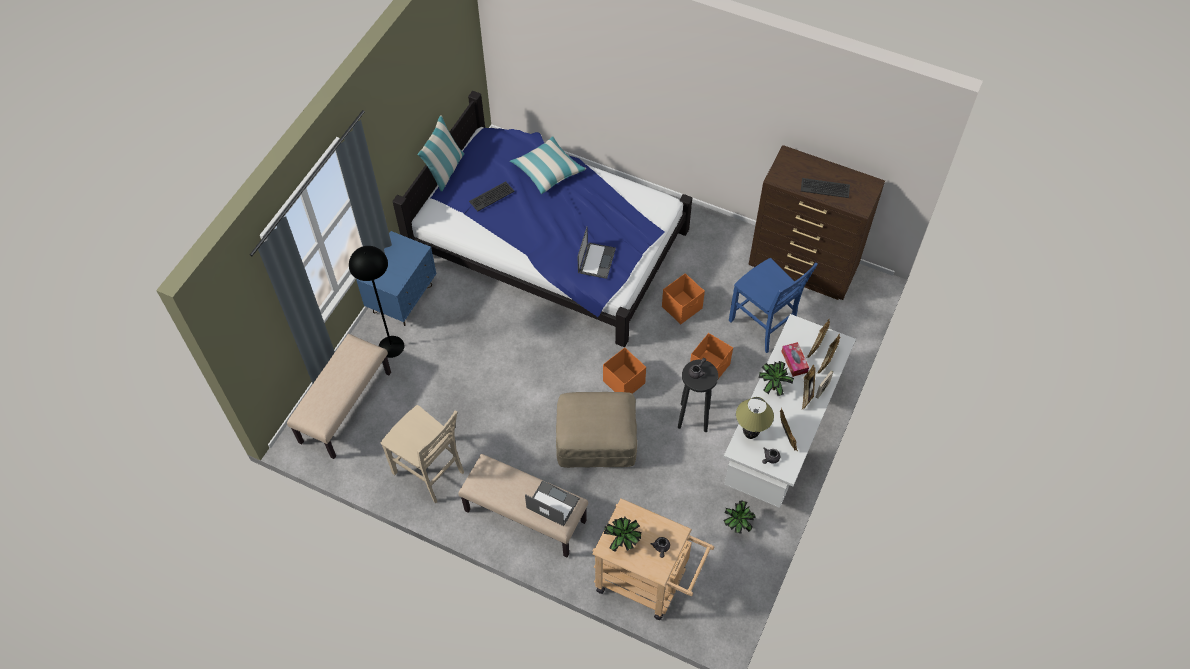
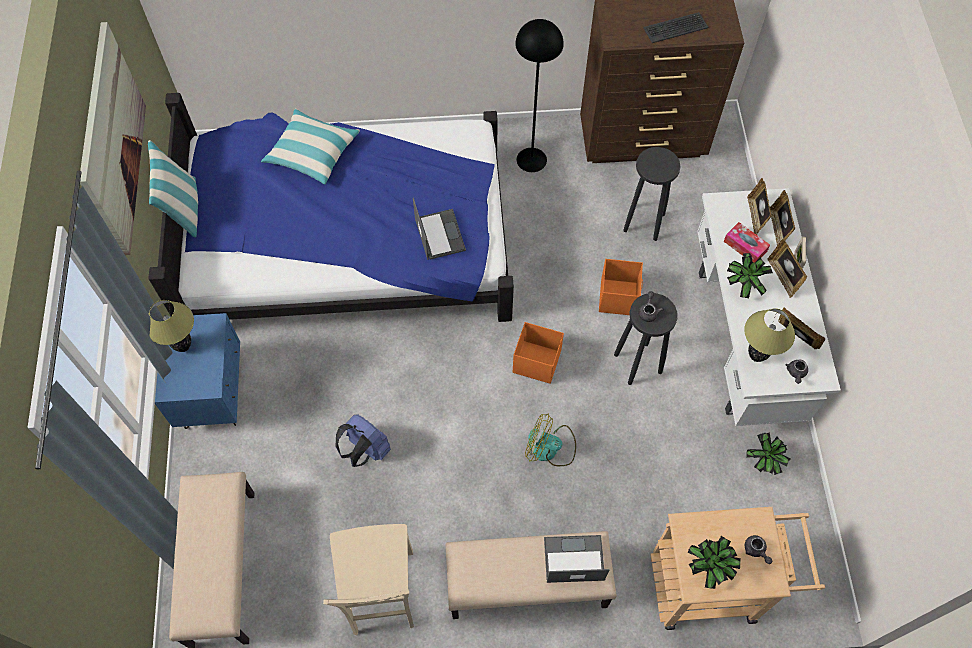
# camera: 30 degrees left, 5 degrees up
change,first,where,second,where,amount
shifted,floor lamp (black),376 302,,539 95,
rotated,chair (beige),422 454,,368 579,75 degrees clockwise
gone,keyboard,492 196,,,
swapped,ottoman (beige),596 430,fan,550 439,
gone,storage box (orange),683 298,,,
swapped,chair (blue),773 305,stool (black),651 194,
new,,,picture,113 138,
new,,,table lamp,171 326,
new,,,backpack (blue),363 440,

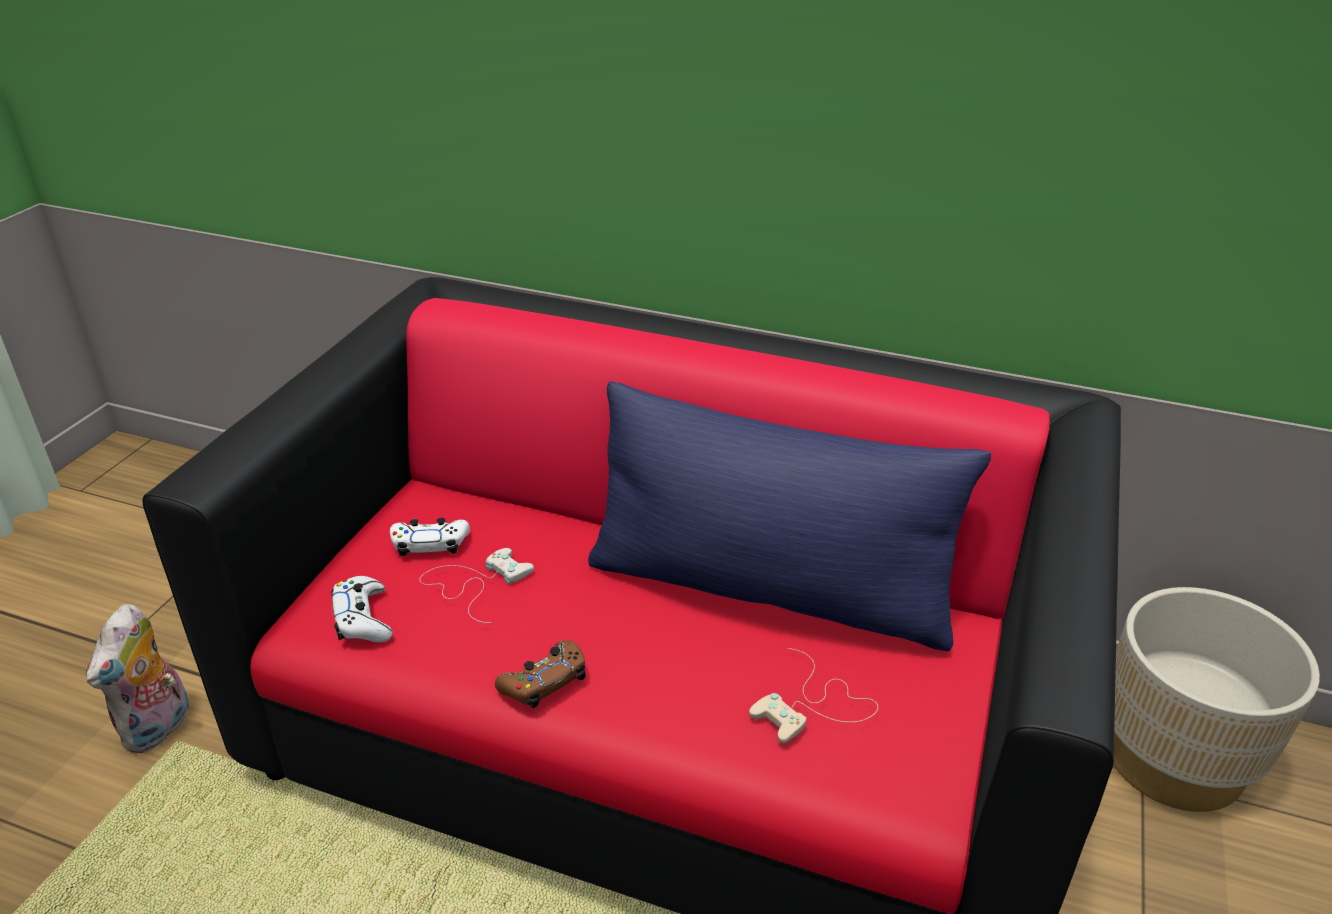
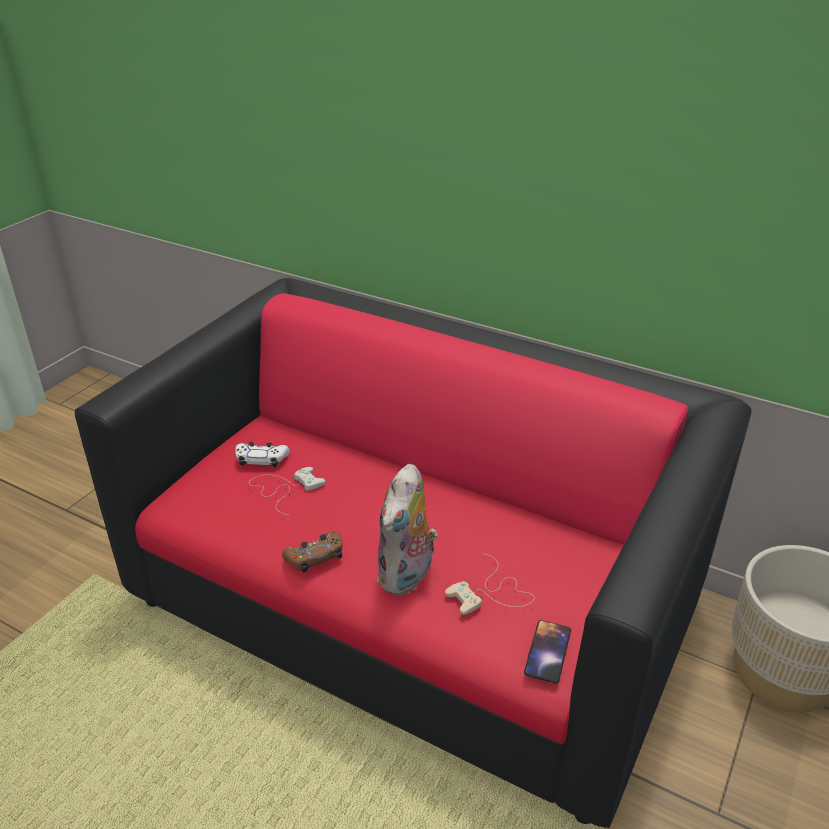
# camera: 10 degrees right, 0 degrees up
change,first,where,second,where,amount
shifted,plush toy,138 678,,407 530,
gone,game controller (white),362 609,,,
gone,pillow (blue),789 516,,,
new,,,phone,547 652,

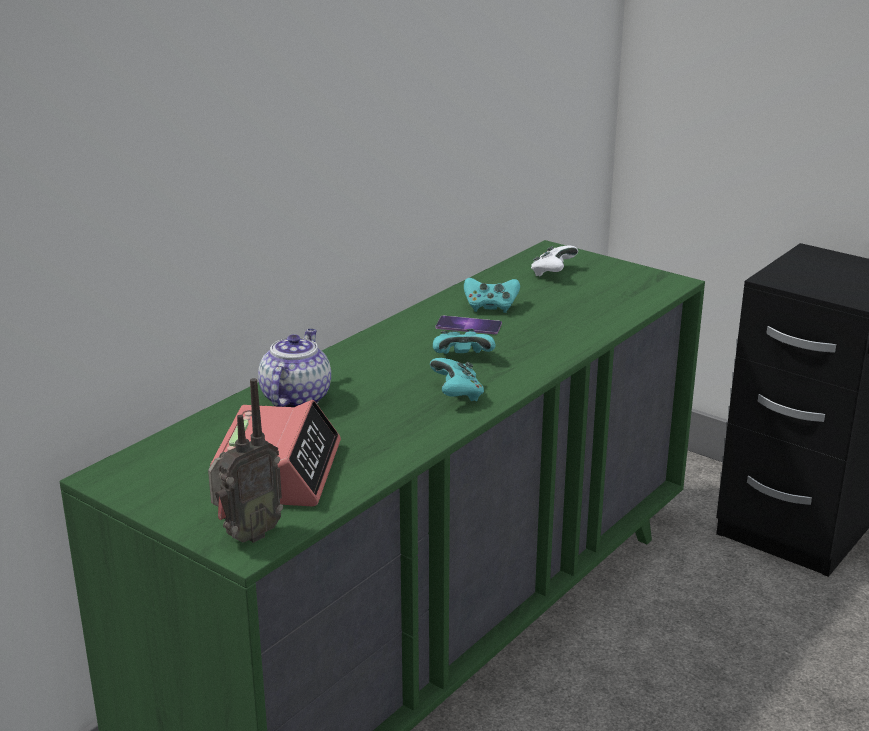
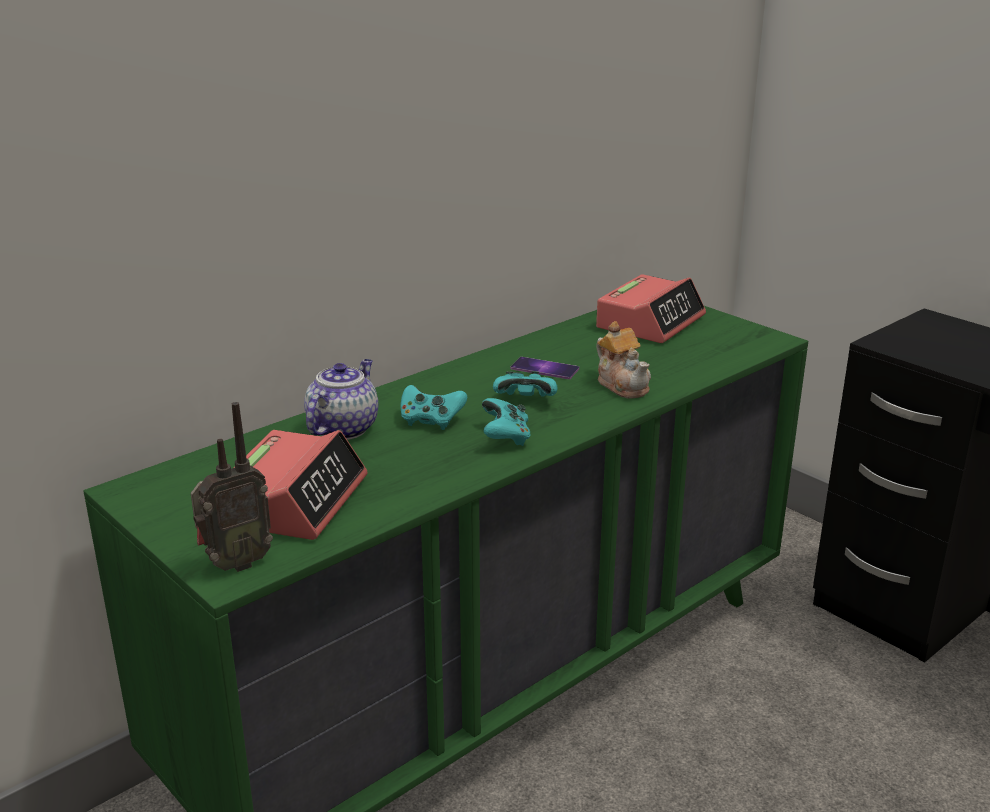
# camera: 10 degrees right, 0 degrees up
change,first,where,second,where,amount
shifted,game controller (turquoise),492 295,,434 407,
swapped,game controller (white),554 261,alarm clock,651 308,
new,,,teapot,623 360,

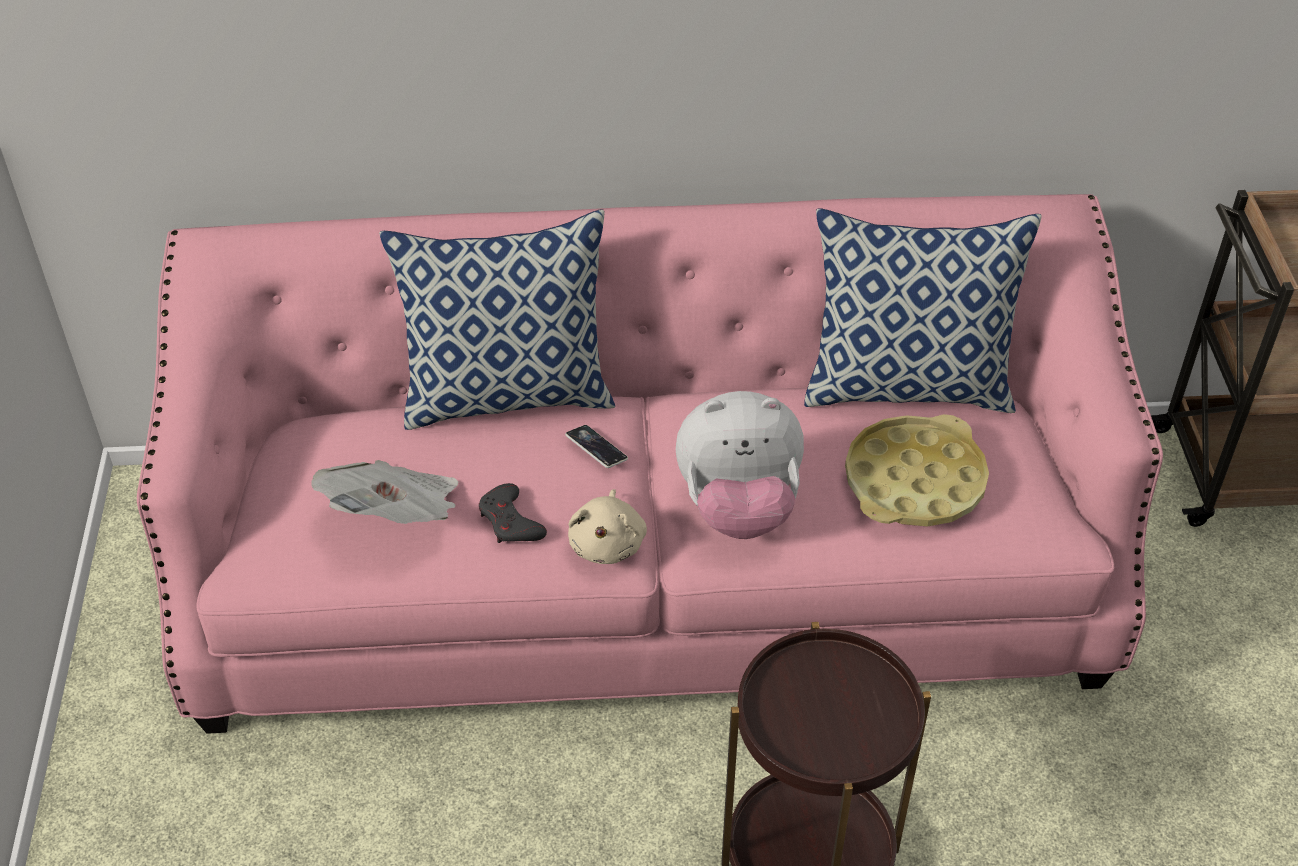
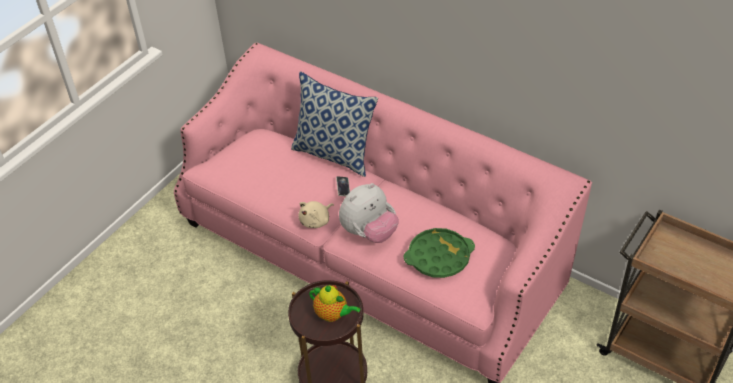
# camera: 40 degrees right, 0 degrees up
change,first,where,second,where,amount
gone,newspaper,385 492,,,
gone,game controller (grey),513 513,,,
rotated,plush toy,740 465,,369 213,75 degrees counterclockwise
gone,pillow,923 310,,,
repainted,tray (yellow),917 470,tray (green),439 253,
new,,,teapot,334 303,

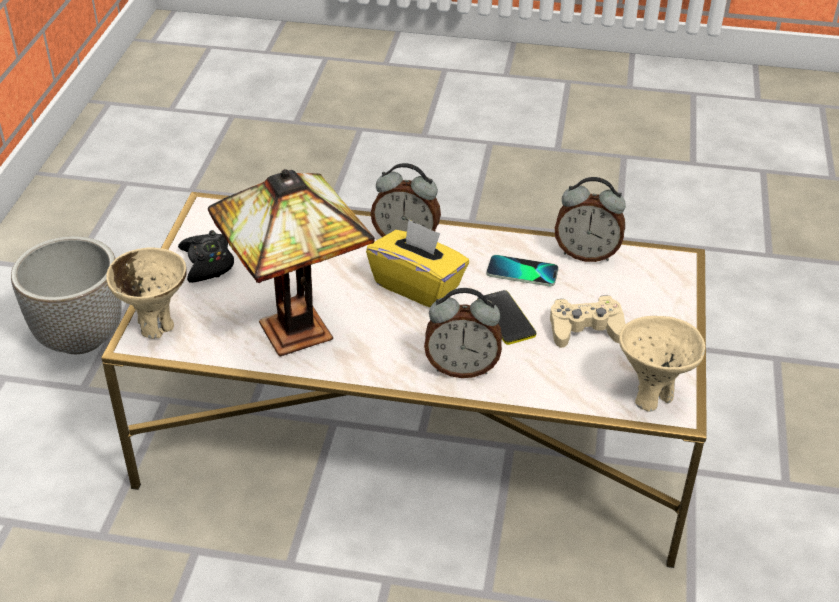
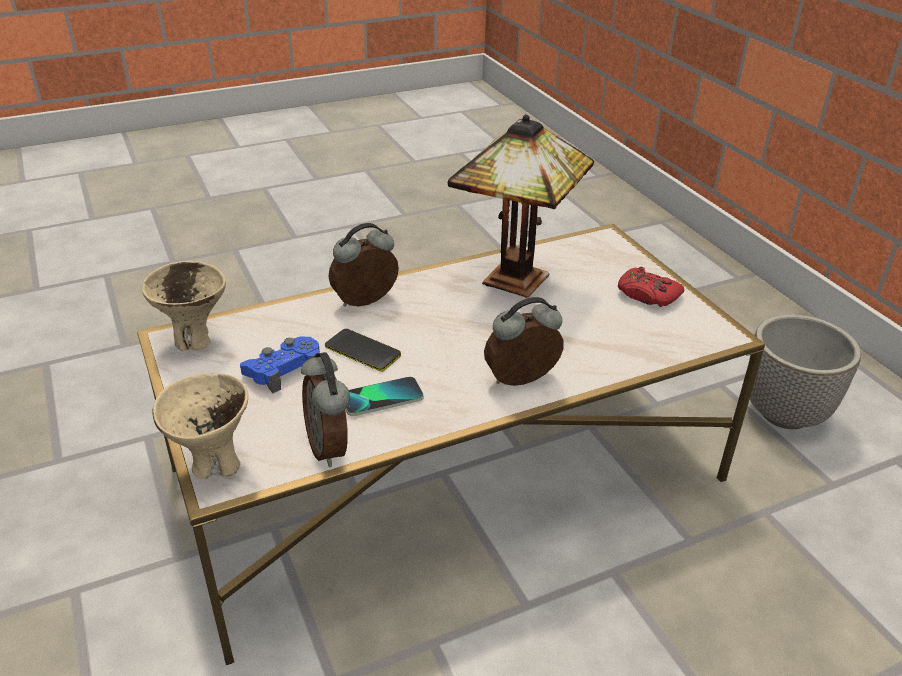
# camera: 145 degrees right, 5 degrees down
change,first,where,second,where,amount
shifted,bowl (beige),146 293,,200 426,
repainted,game controller (black),206 256,game controller (red),651 287,
gone,tissue box (yellow),417 263,,,
repainted,game controller (beige),588 321,game controller (blue),280 365,
rotated,alarm clock,590 219,,325 409,90 degrees counterclockwise

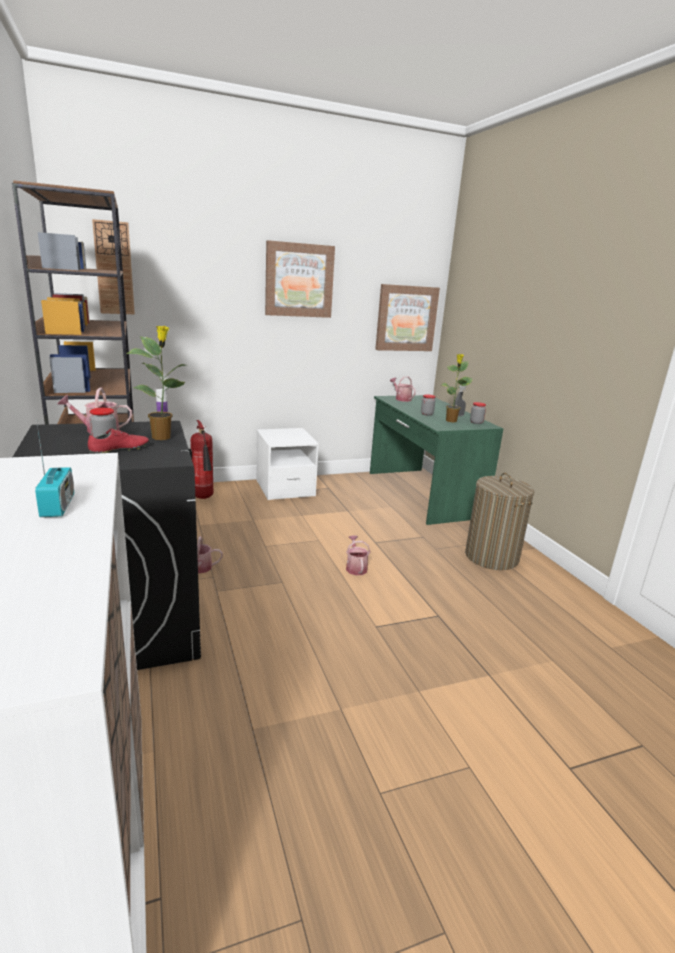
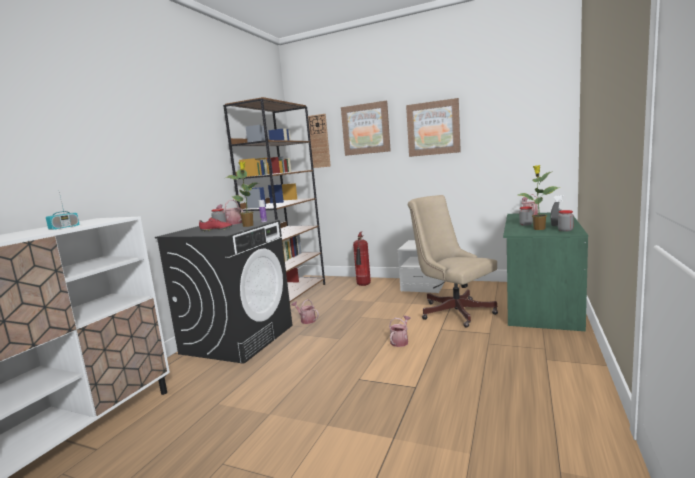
# camera: 45 degrees right, 10 degrees down
change,first,where,second,where,amount
shifted,picture,407 317,,366 128,
gone,laundry basket,500 521,,,
new,,,office chair (beige),453 261,

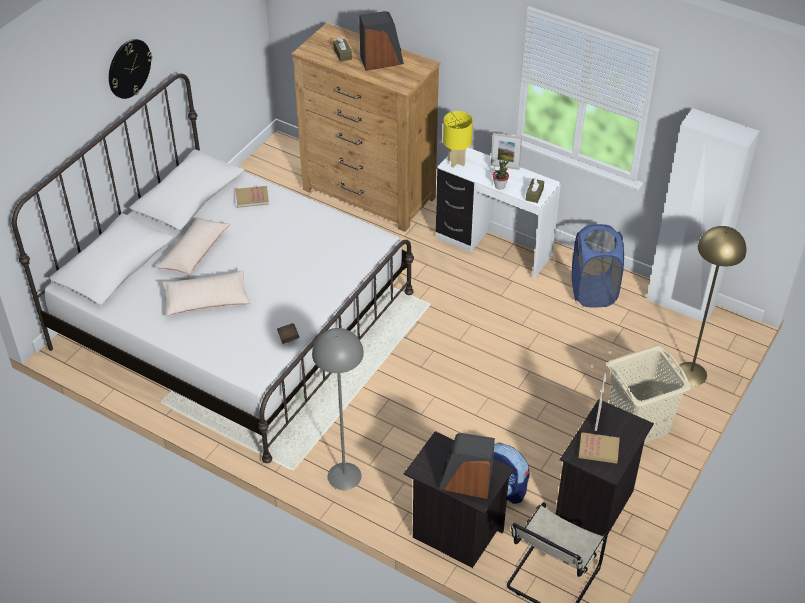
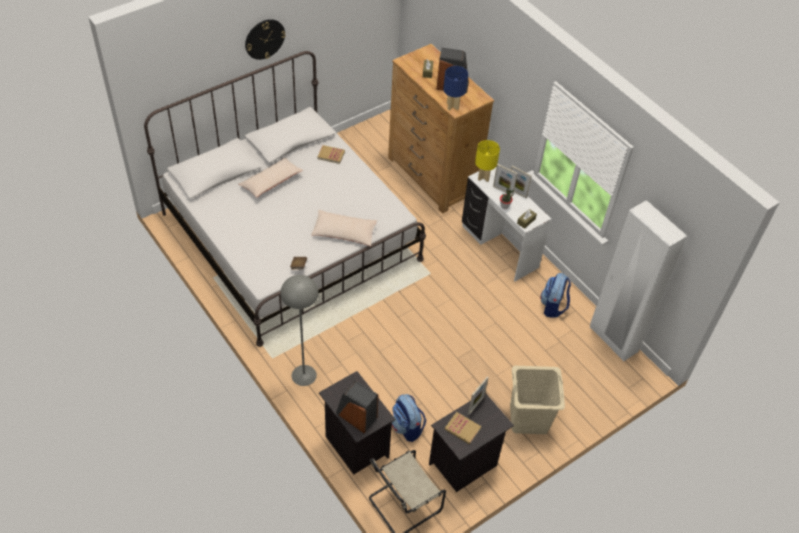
# camera: 20 degrees right, 5 degrees up
change,first,where,second,where,amount
shifted,pillow (beige),206 293,,344 228,
swapped,laundry basket (blue),598 265,backpack,555 295,
gone,floor lamp (yellow),712 306,,,
new,,,table lamp (blue),455 88,
new,,,picture frame,505 179,

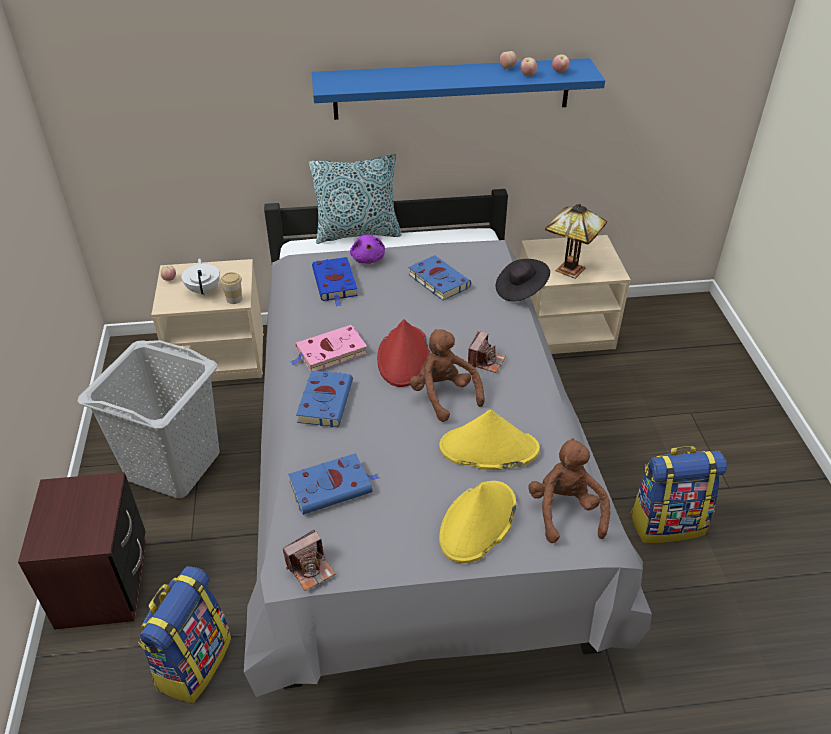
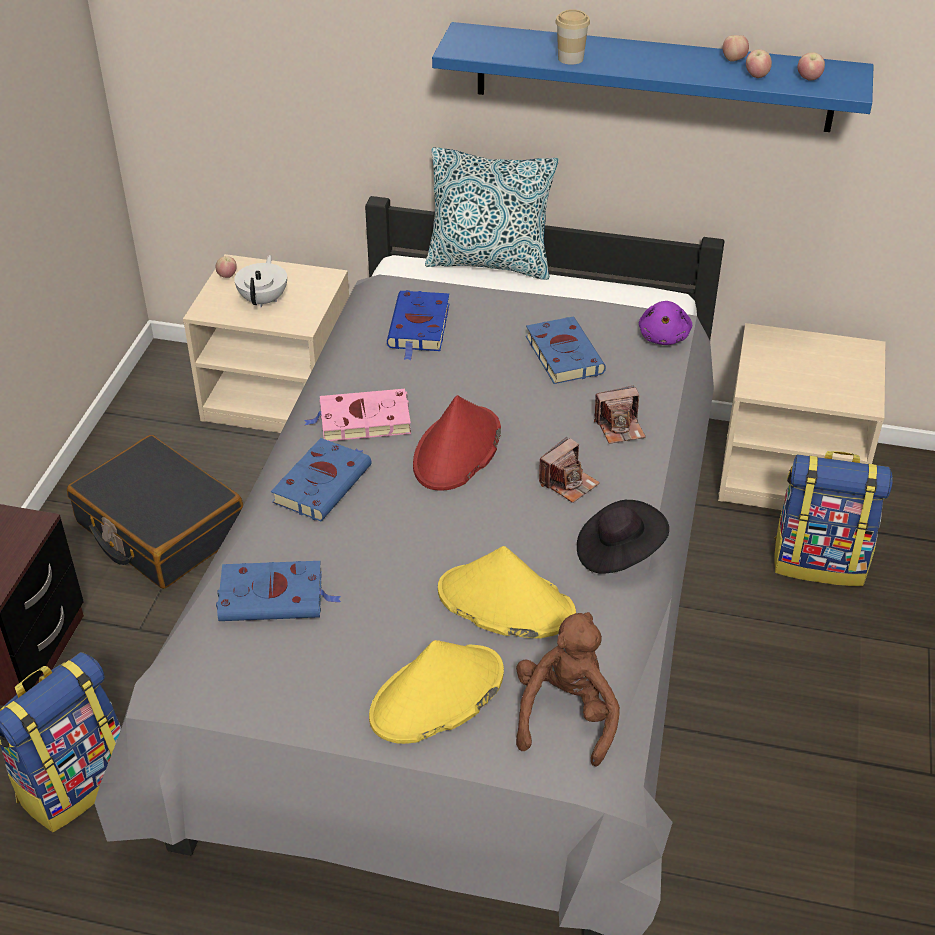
# camera: 20 degrees right, 0 degrees up
change,first,where,second,where,amount
swapped,laundry basket (grey),149 419,suitcase (black),155 512,
shifted,cup,231 288,,572 37,
shifted,photo camera,309 560,,620 414,
shifted,plush toy (purple),367 249,,665 323,
gone,plush toy (brown),447 375,,,
shifted,hat (black),523 280,,623 537,
gone,table lamp,576 241,,,
shifted,backpack,678 494,,833 518,

